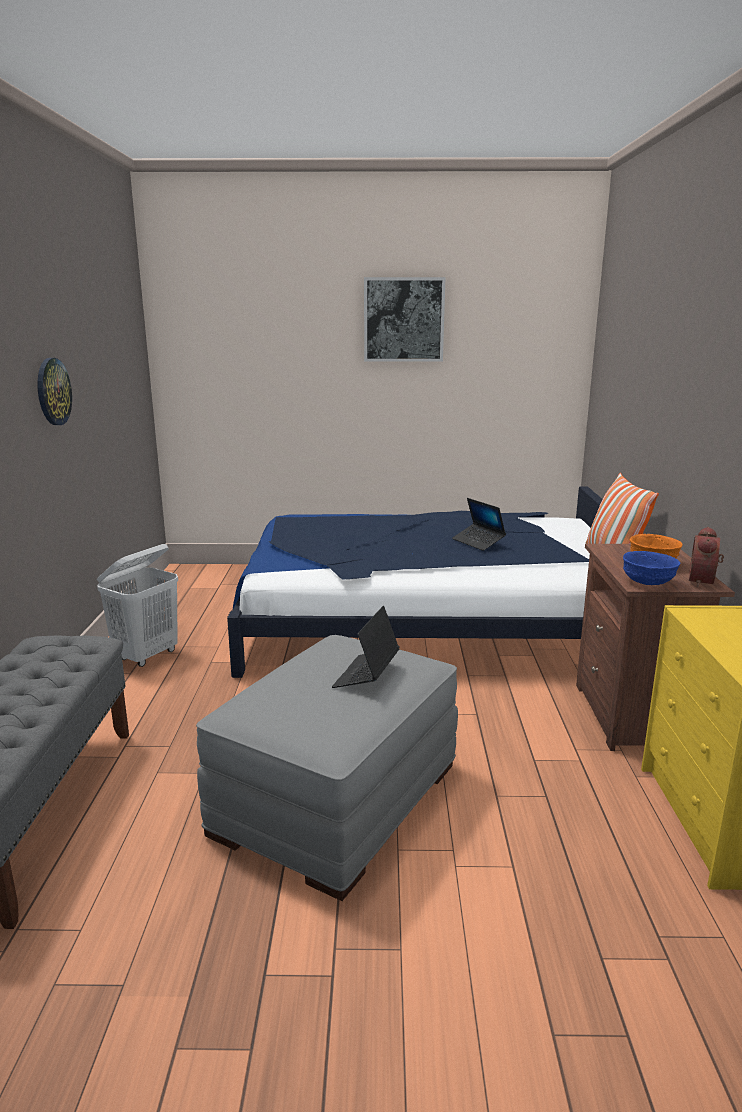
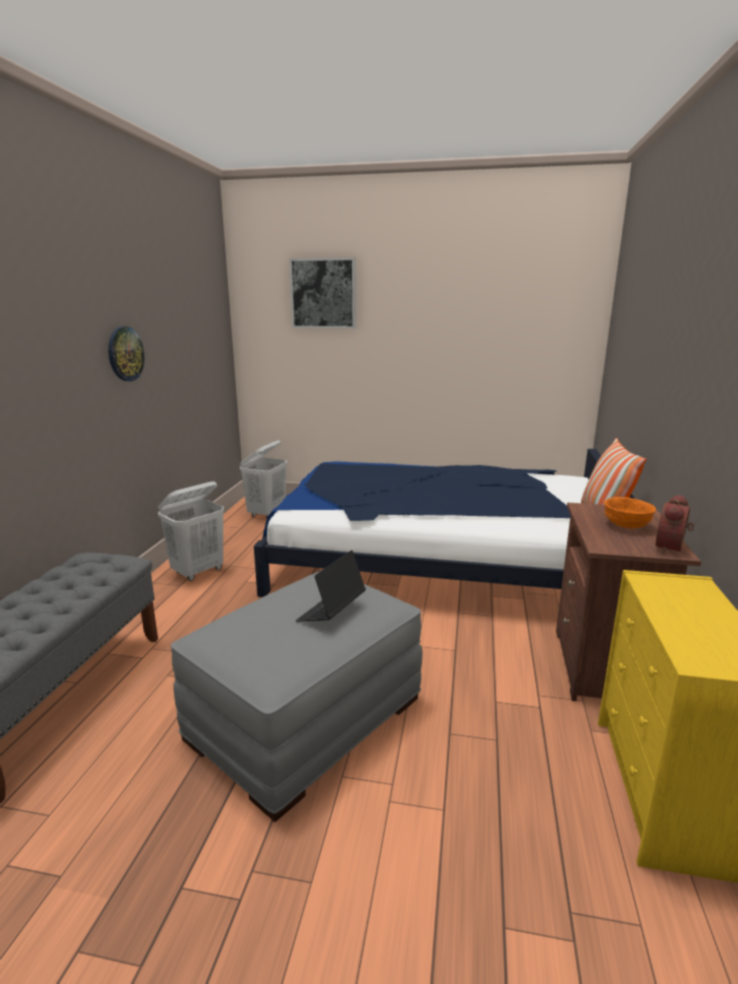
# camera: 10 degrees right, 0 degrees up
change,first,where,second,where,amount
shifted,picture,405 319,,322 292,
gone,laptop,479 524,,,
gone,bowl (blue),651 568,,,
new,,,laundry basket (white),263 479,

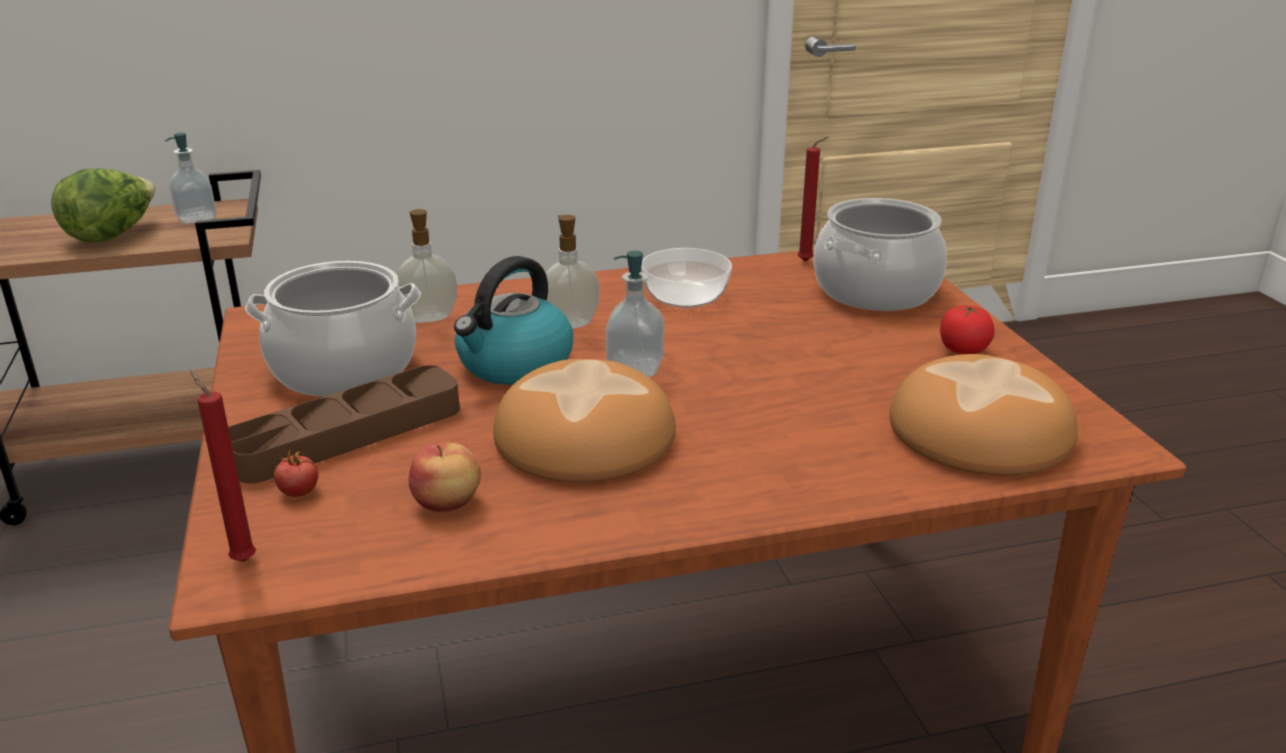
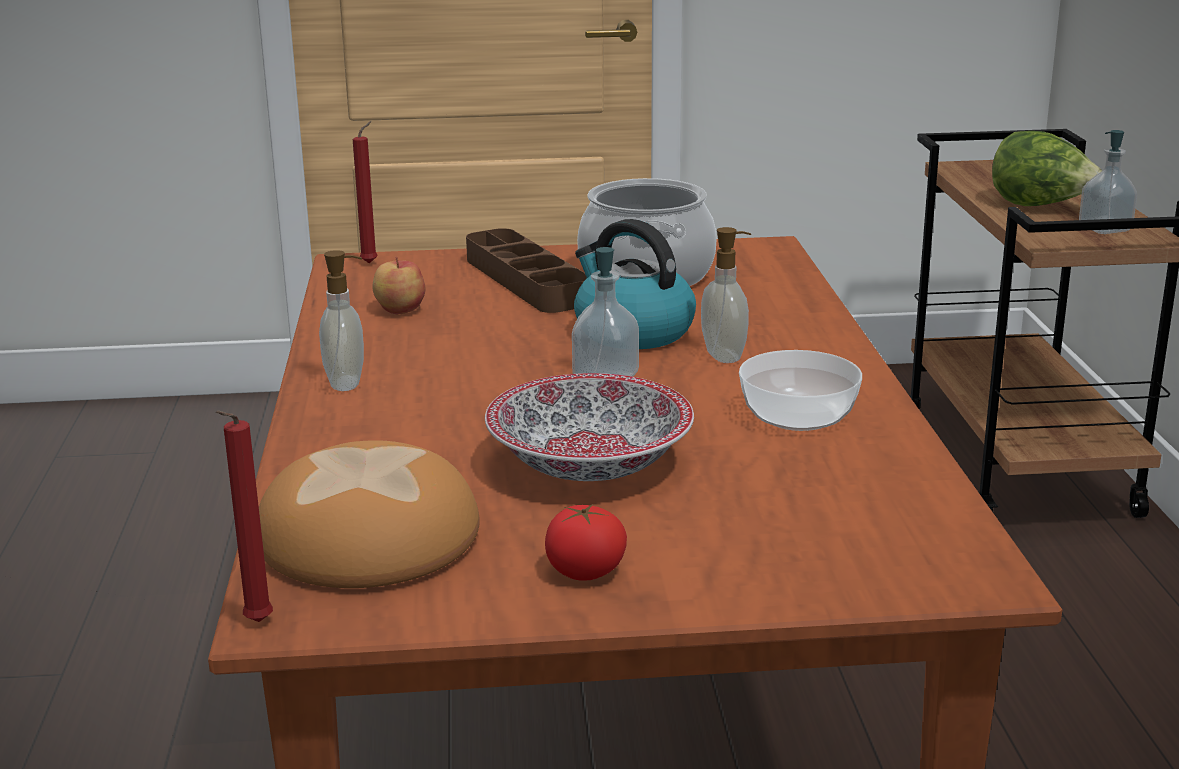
# camera: 100 degrees right, 5 degrees down
change,first,where,second,where,amount
gone,tomato,296 473,,,
shifted,soap dispenser,426 266,,341 320,
gone,bread,584 420,,,
shifted,candle (red),813 199,,244 516,
gone,cooking pot,880 254,,,
new,,,bowl,589 427,

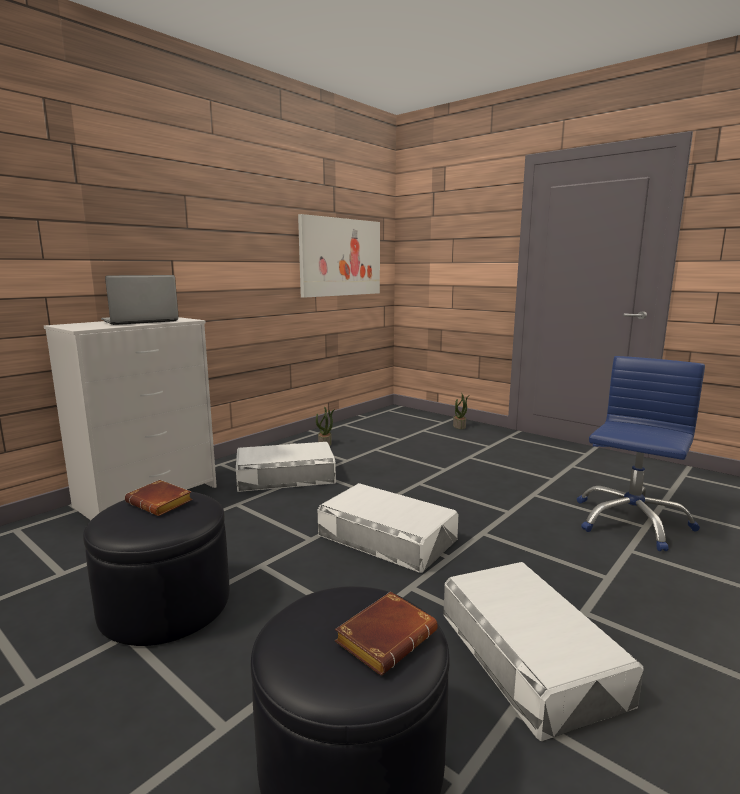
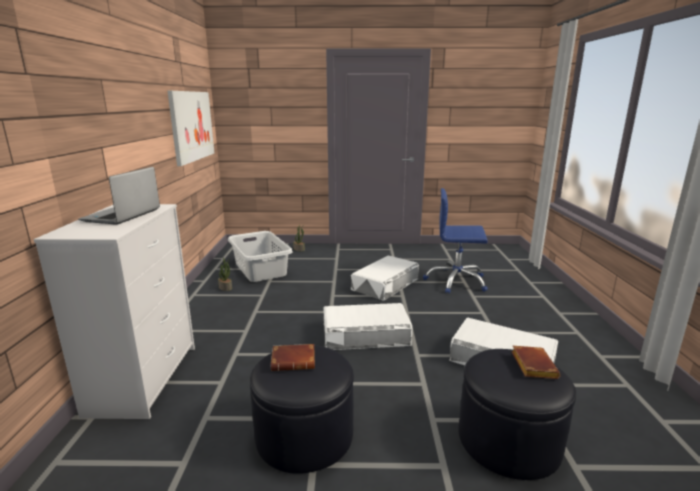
# camera: 40 degrees left, 5 degrees up
change,first,where,second,where,amount
shifted,storage box (white),286 467,,385 278,
rotated,office chair (blue),641 453,,455 241,75 degrees counterclockwise
new,,,laundry basket (grey),260 256,

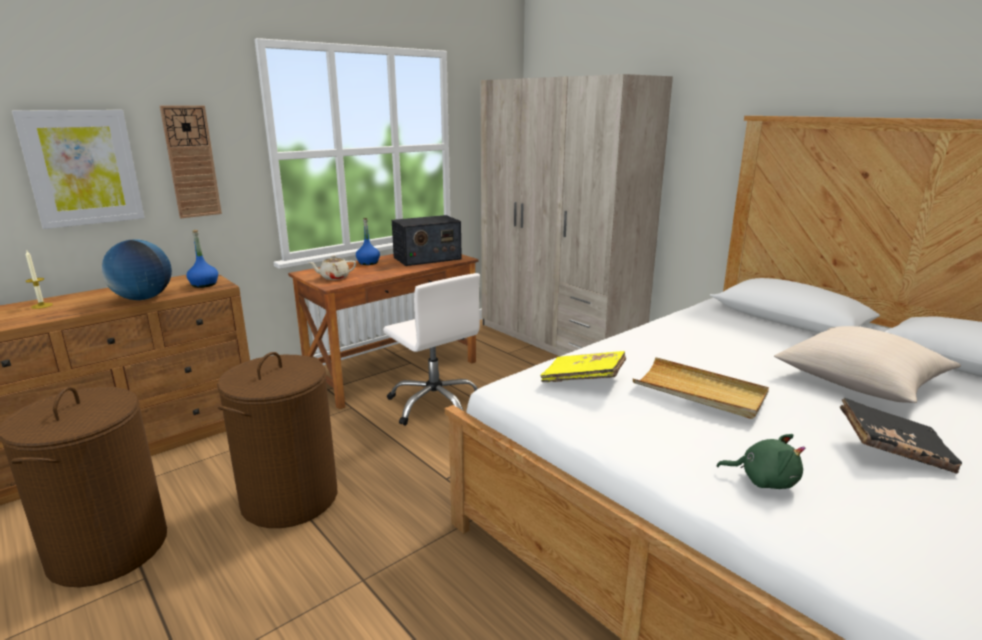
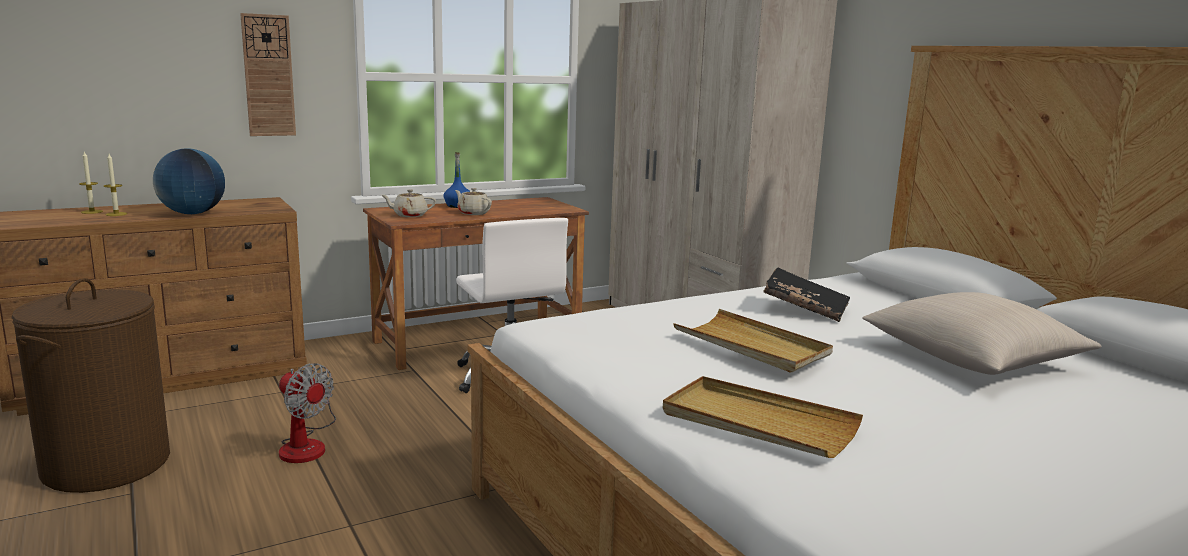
# camera: 10 degrees right, 5 degrees down
change,first,where,second,where,amount
gone,picture,78 169,,,
gone,bottle (blue),202 259,,,
swapped,laundry basket (brown),277 440,fan,307 413,
gone,radio,427 240,,,
gone,book (yellow),583 366,,,
swapped,plush toy (green),761 461,tray (beige),763 417,
shifted,book (black),901 436,,806 294,
new,,,candle,115 185,
new,,,teapot (beige),473 201,

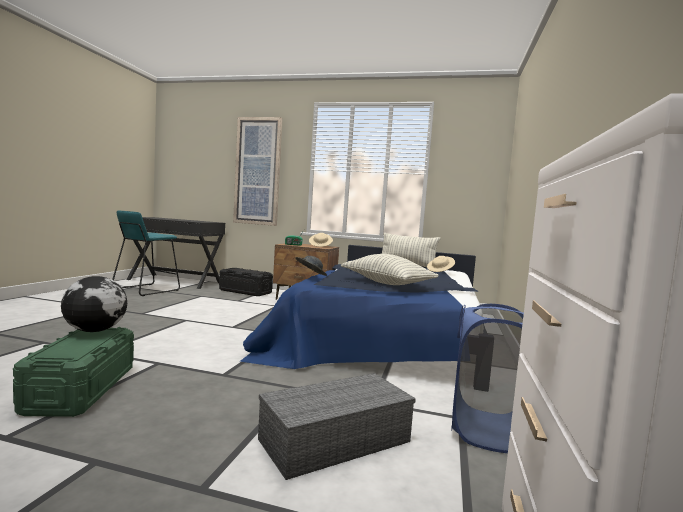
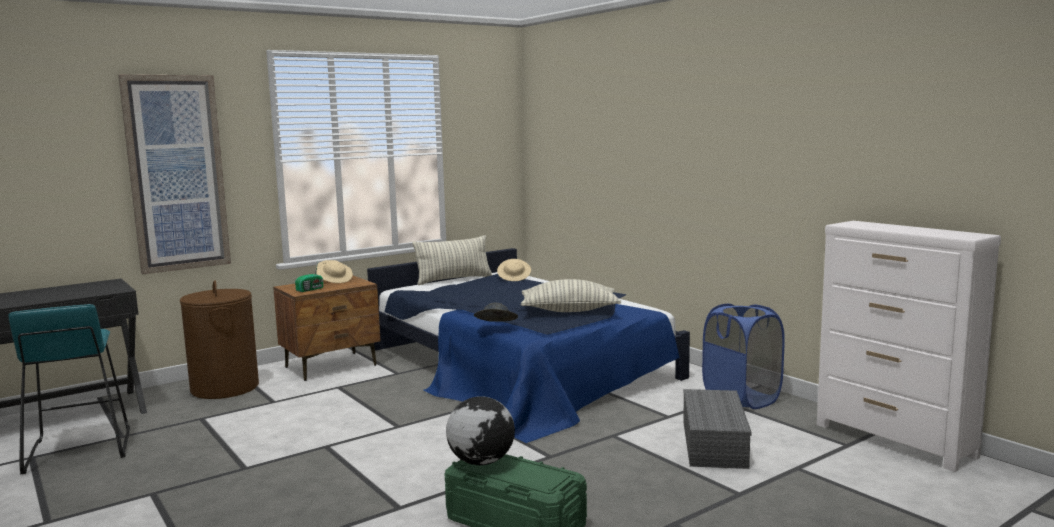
# camera: 50 degrees left, 5 degrees up
change,first,where,second,where,amount
swapped,storage box (black),246 282,laundry basket (brown),219 339,

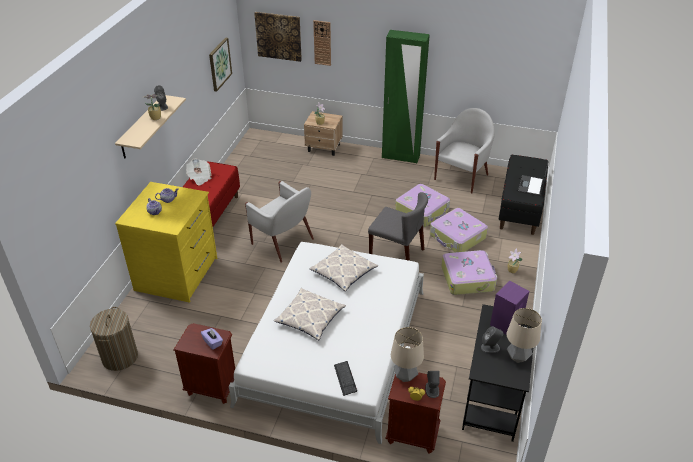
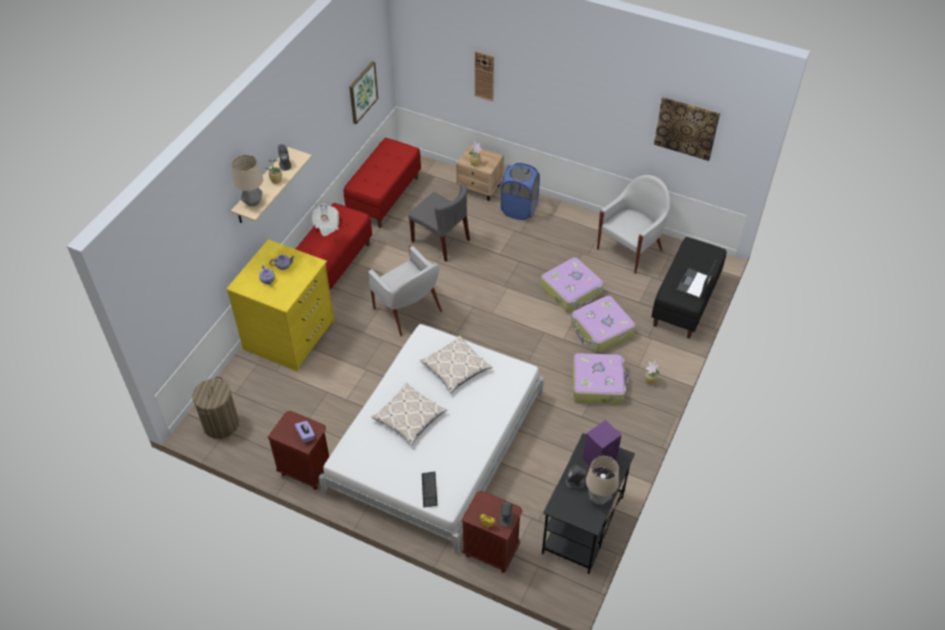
# camera: 10 degrees right, 10 degrees up
change,first,where,second,where,amount
shifted,picture,278 37,,687 129,
shifted,chair (grey),398 226,,439 223,
gone,wardrobe (green),406 96,,,
shifted,table lamp,407 354,,247 180,
new,,,bench (red),382 183,
new,,,laundry basket (blue),520 191,

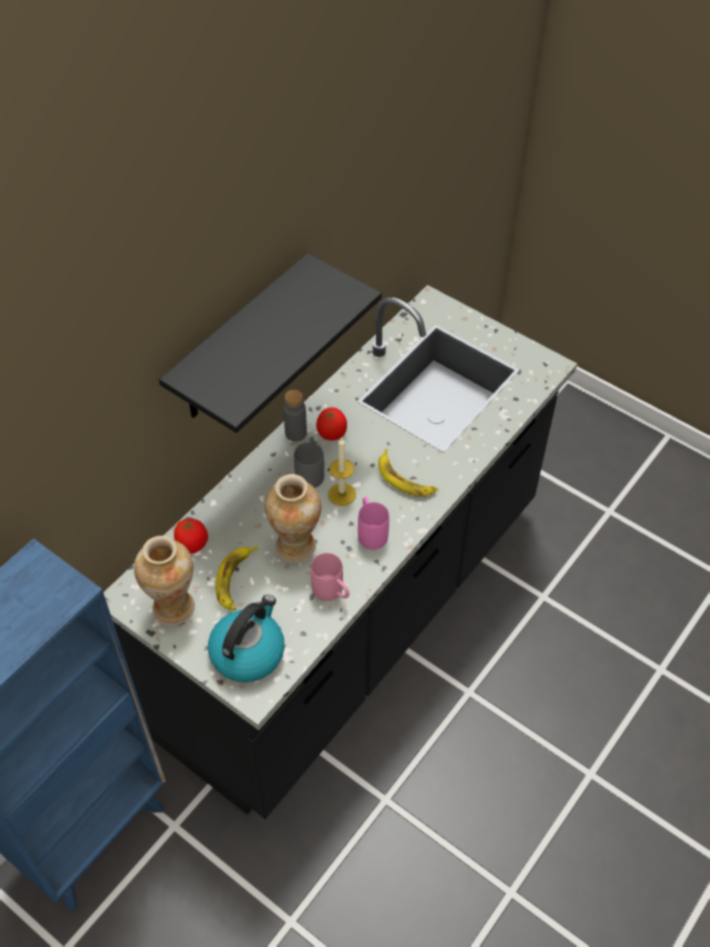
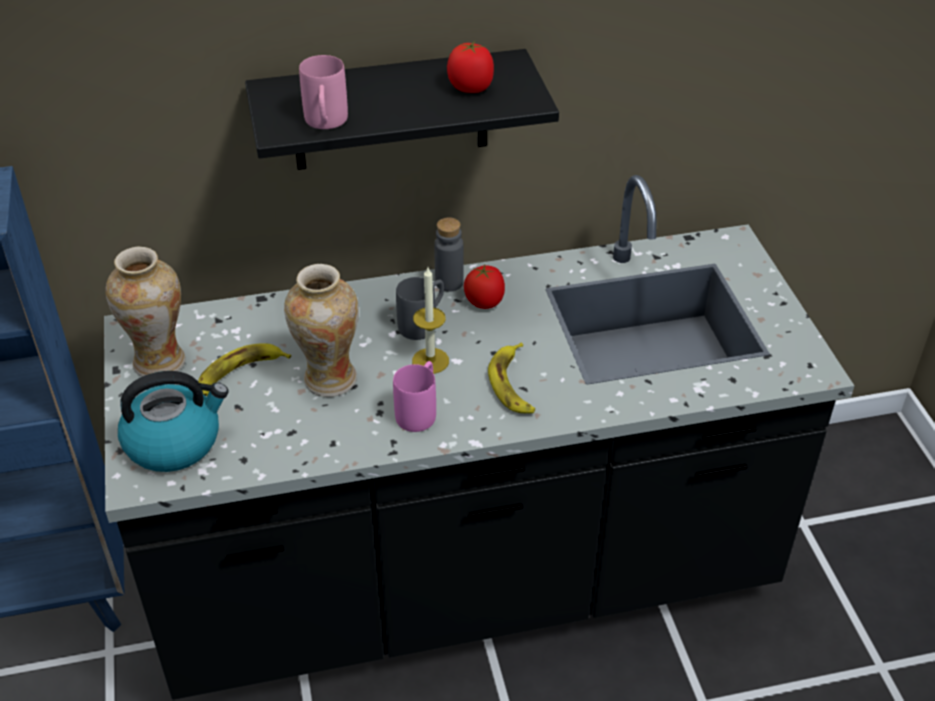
# camera: 40 degrees right, 10 degrees down
change,first,where,second,where,amount
shifted,tomato,191 536,,470 67,
shifted,mug (pink),330 577,,323 92,

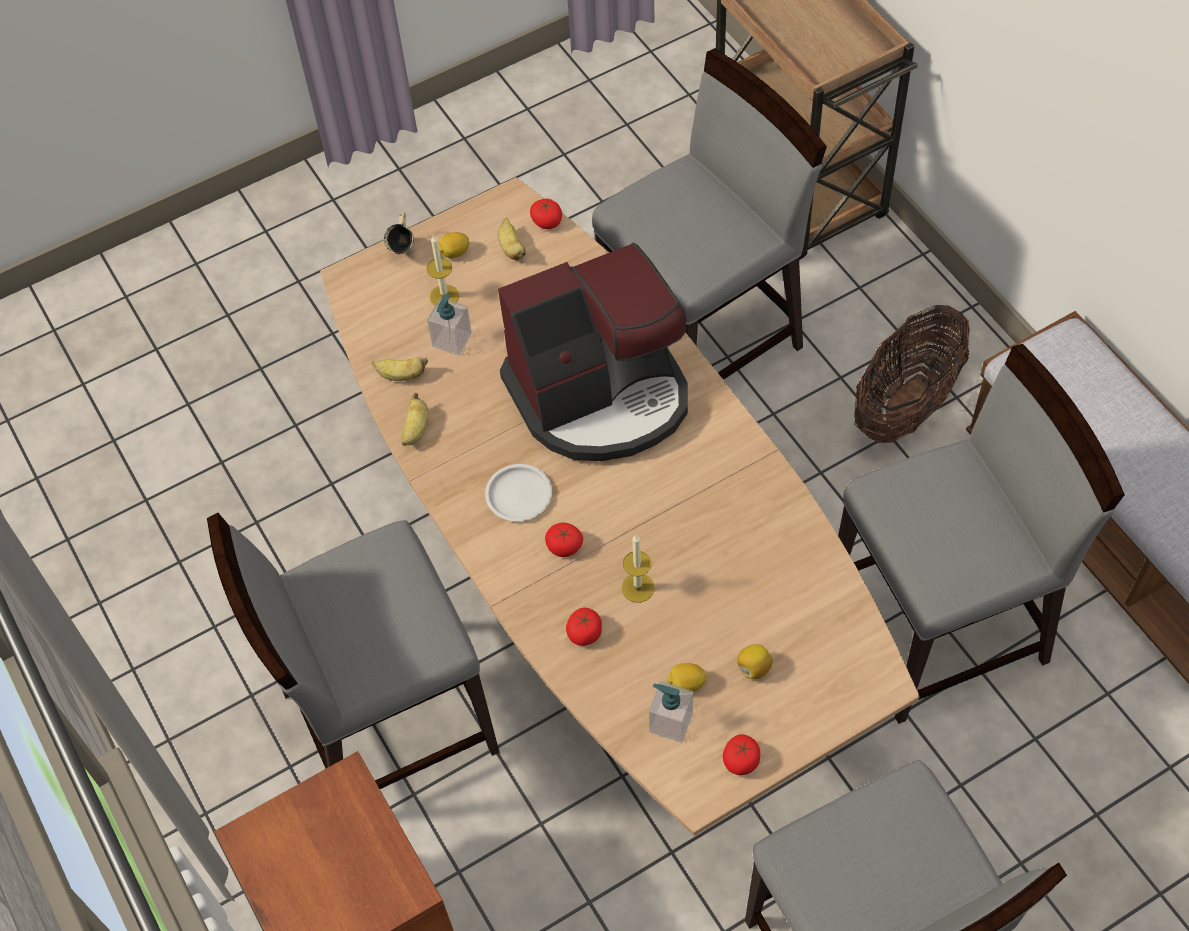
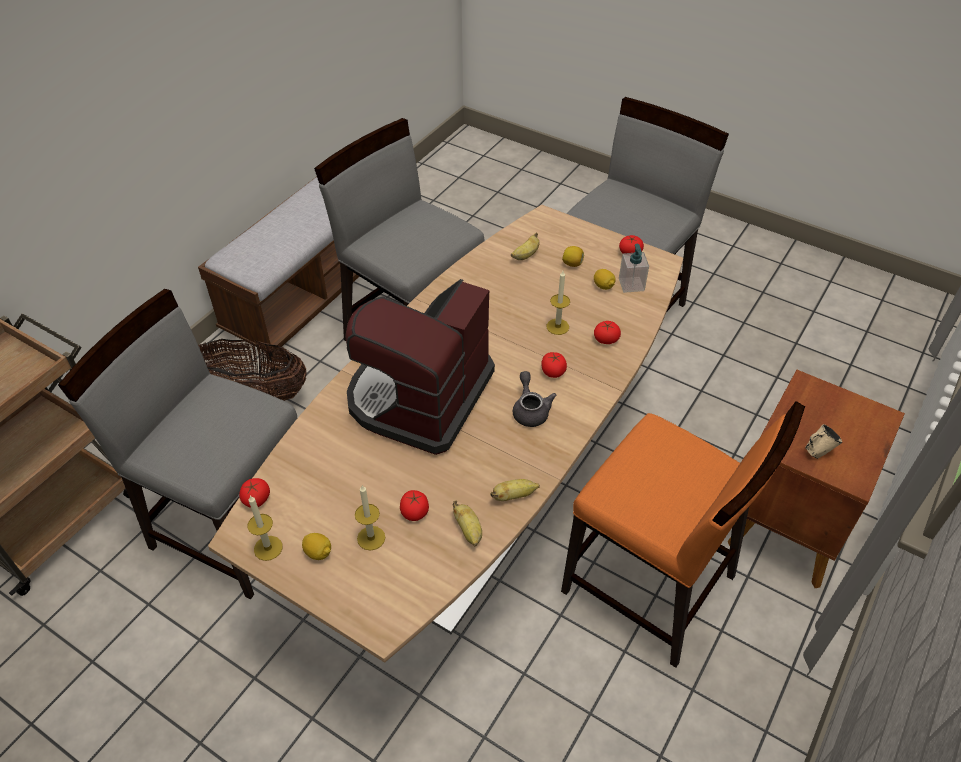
# camera: 120 degrees left, 10 degrees down
change,first,where,second,where,amount
repainted,chair (grey),353 651,chair (orange),683 534,
shifted,mug (beige),399 233,,823 441,
swapped,soap dispenser,449 324,tomato,414 505,
swapped,plate (white),518 492,teapot (grey),534 399,
shifted,banana,512 239,,525 246,
rotated,coffee machine,593 352,,420 367,105 degrees counterclockwise
new,,,candle,265 528,

